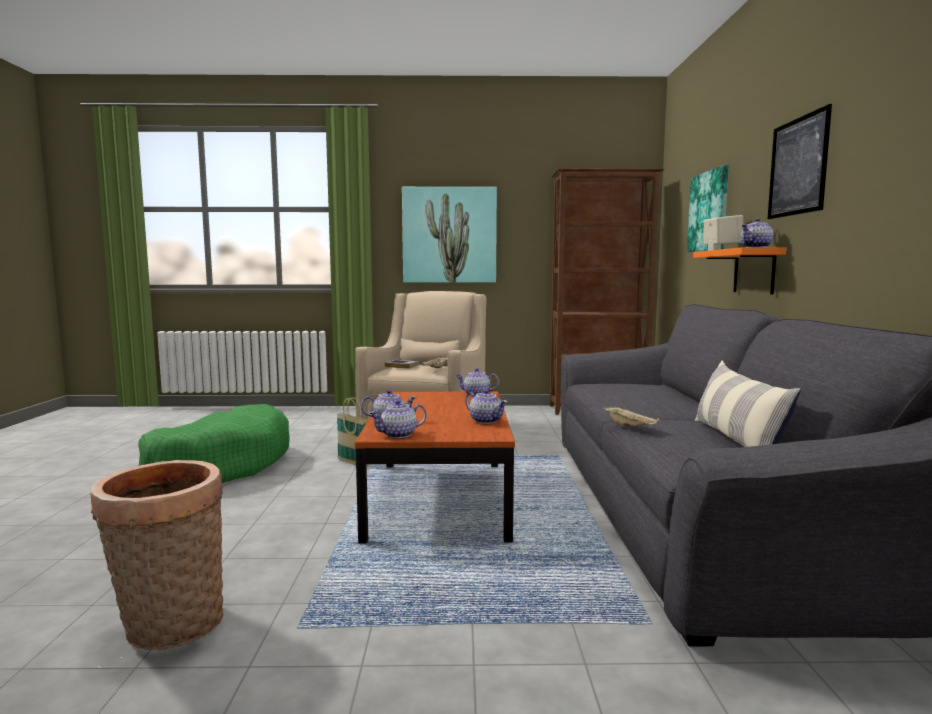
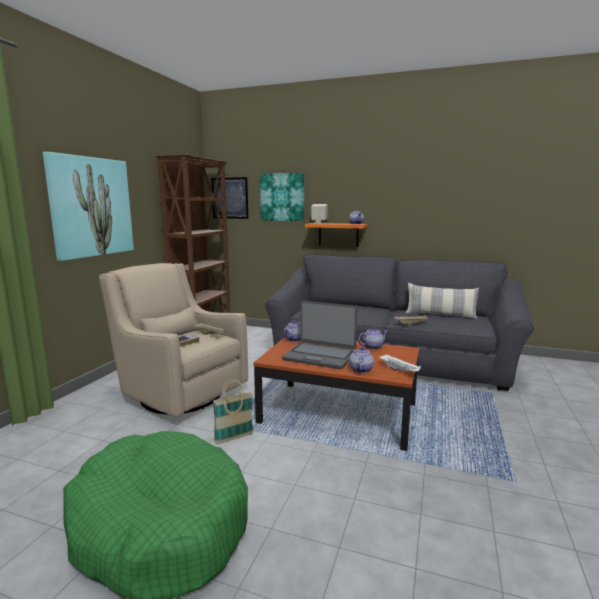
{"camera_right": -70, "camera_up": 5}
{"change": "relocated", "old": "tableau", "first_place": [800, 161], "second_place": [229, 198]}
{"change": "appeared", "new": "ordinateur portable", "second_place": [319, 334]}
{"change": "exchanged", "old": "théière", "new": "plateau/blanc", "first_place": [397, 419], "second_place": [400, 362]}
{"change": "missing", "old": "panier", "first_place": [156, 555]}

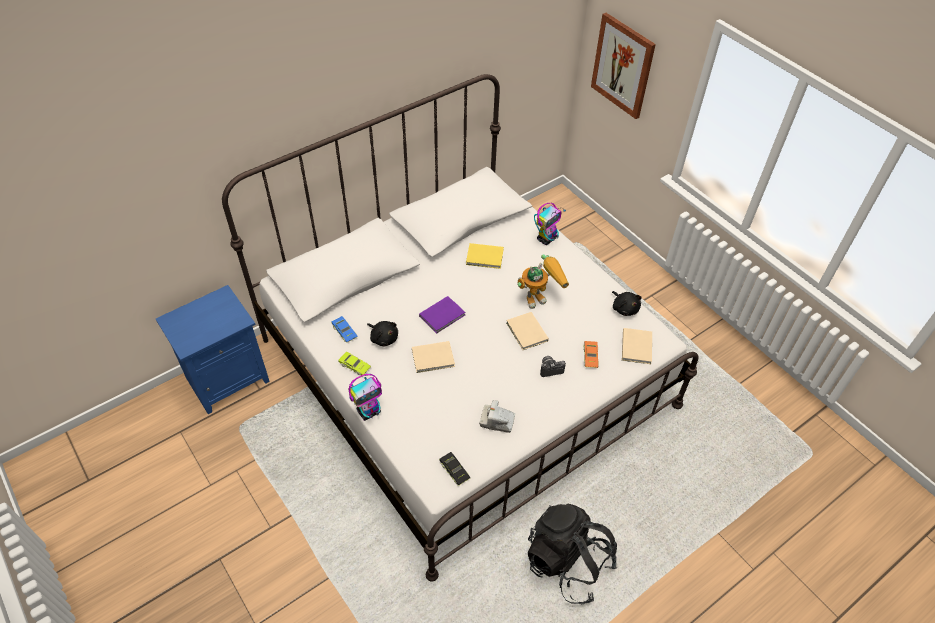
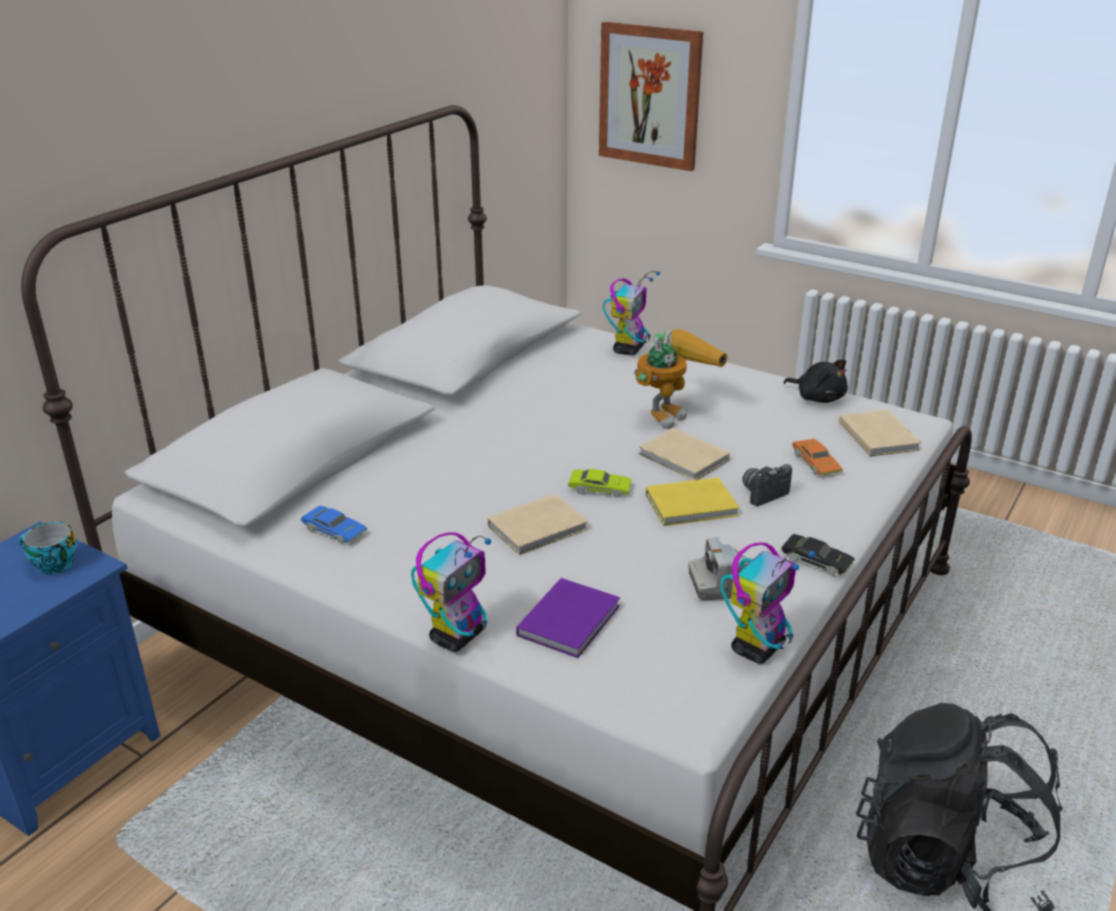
{"camera_right": -20, "camera_up": -20}
{"change": "appeared", "new": "tasse", "second_place": [48, 548]}
{"change": "relocated", "old": "livre/violet", "first_place": [442, 314], "second_place": [568, 618]}
{"change": "relocated", "old": "petite voiture/vert", "first_place": [354, 363], "second_place": [600, 483]}
{"change": "relocated", "old": "livre/jaune", "first_place": [485, 256], "second_place": [692, 501]}
{"change": "appeared", "new": "robot jouet", "second_place": [767, 603]}
{"change": "relocated", "old": "petite voiture/noir", "first_place": [454, 469], "second_place": [818, 555]}
{"change": "missing", "old": "peluche/noir", "first_place": [382, 334]}

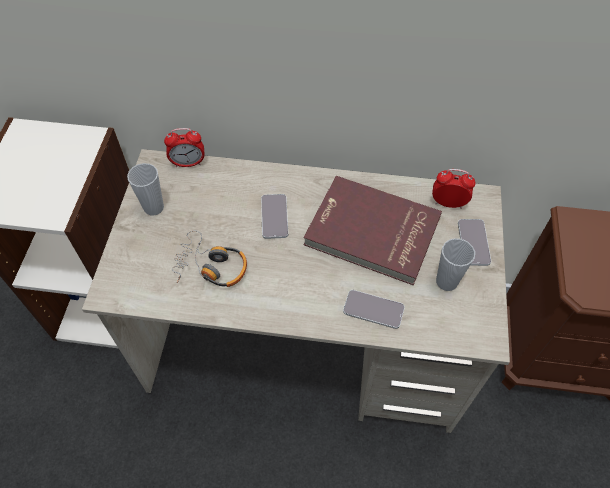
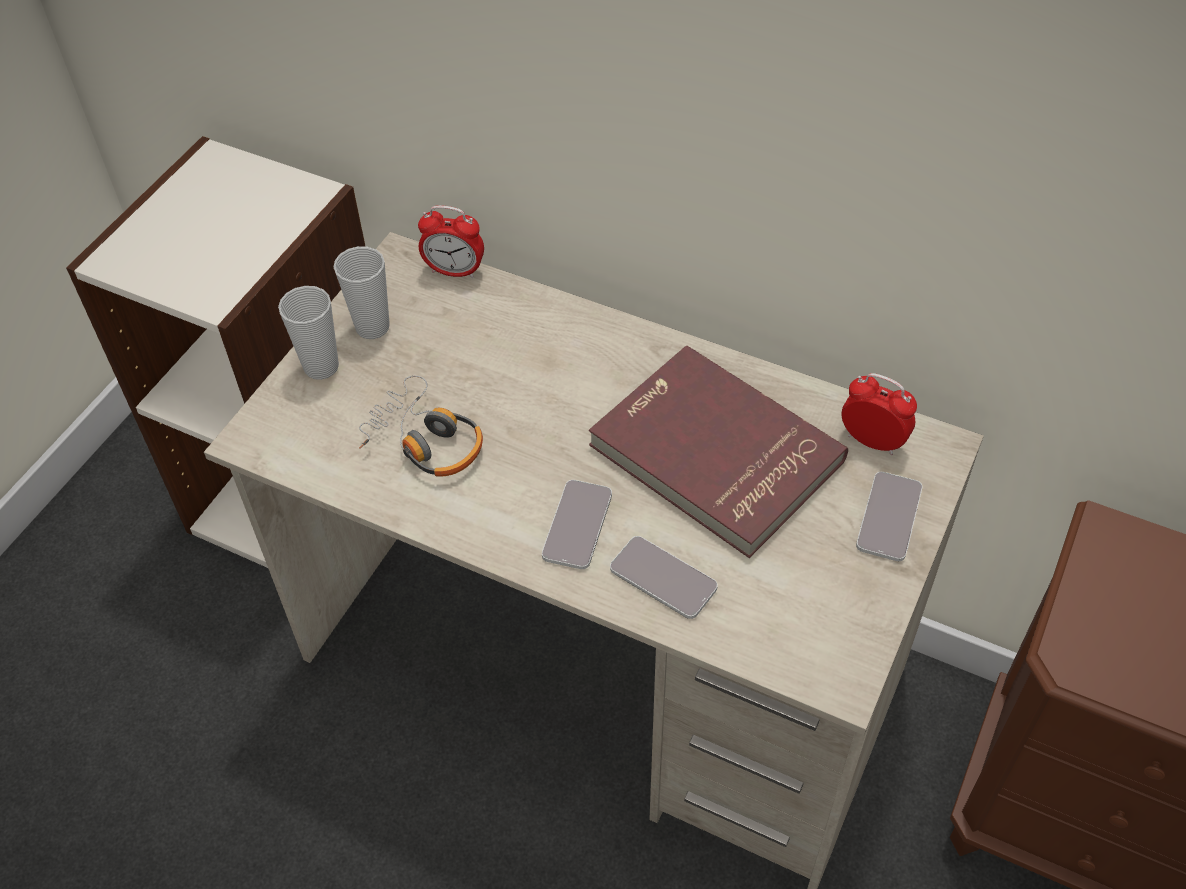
{"camera_right": 20, "camera_up": -5}
{"change": "relocated", "old": "tasse", "first_place": [455, 264], "second_place": [308, 333]}
{"change": "relocated", "old": "téléphone", "first_place": [274, 216], "second_place": [577, 524]}

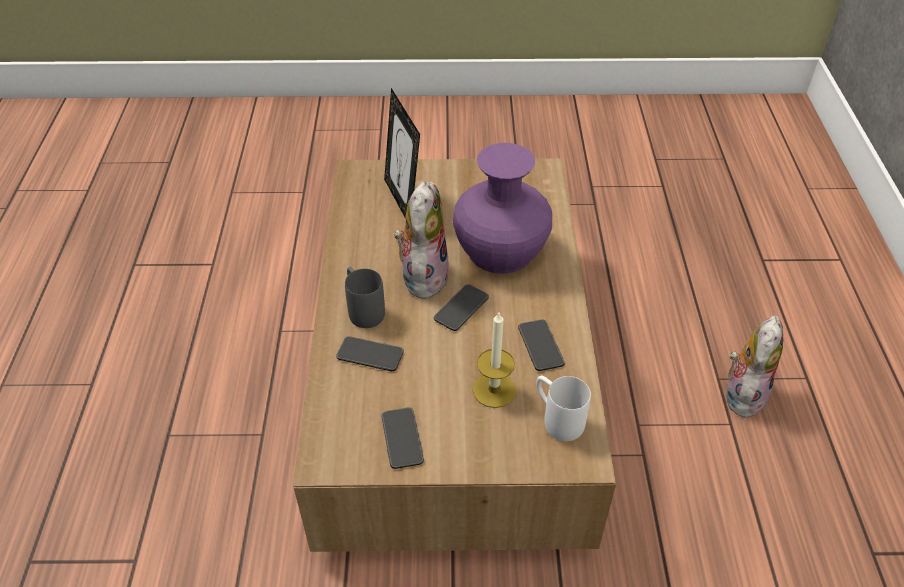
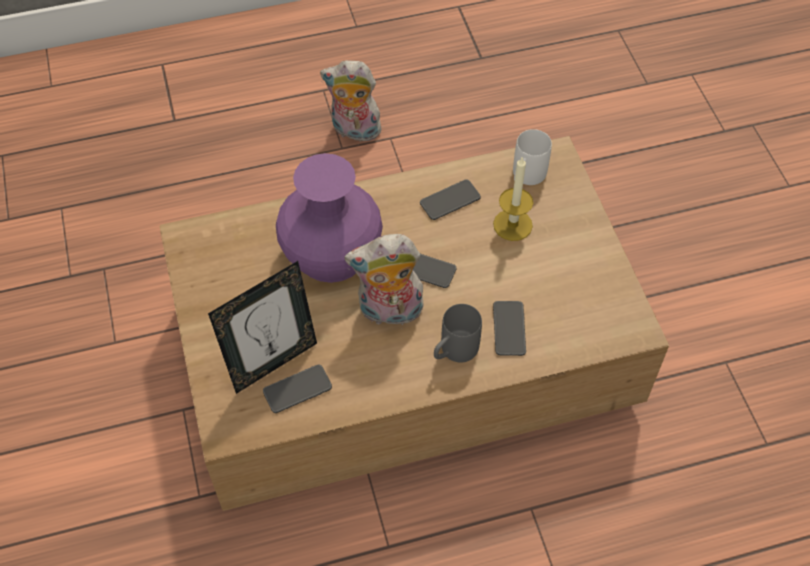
{"camera_right": -105, "camera_up": 10}
{"change": "relocated", "old": "téléphone", "first_place": [402, 438], "second_place": [297, 389]}

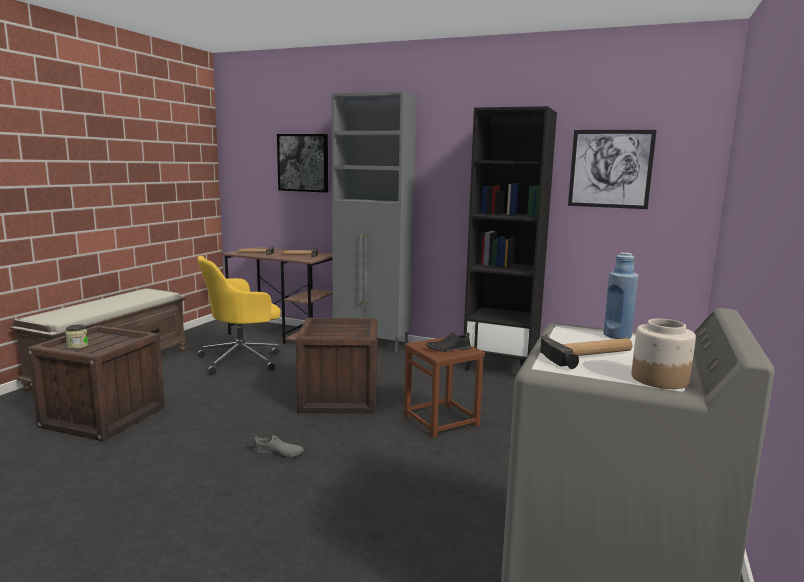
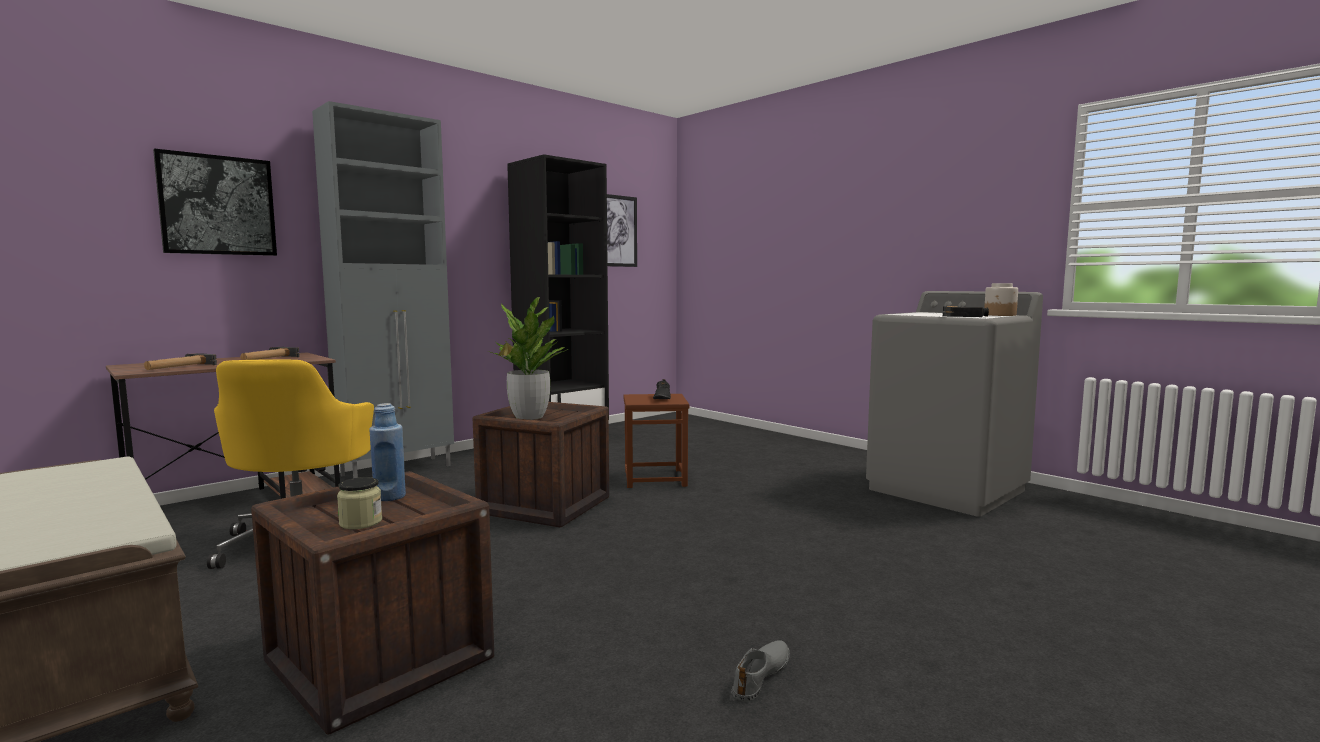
{"camera_right": -65, "camera_up": -5}
{"change": "relocated", "old": "bouteille/bleu", "first_place": [621, 295], "second_place": [387, 452]}
{"change": "appeared", "new": "plante en pot", "second_place": [528, 358]}
{"change": "relocated", "old": "chaussure/gris", "first_place": [278, 446], "second_place": [760, 671]}

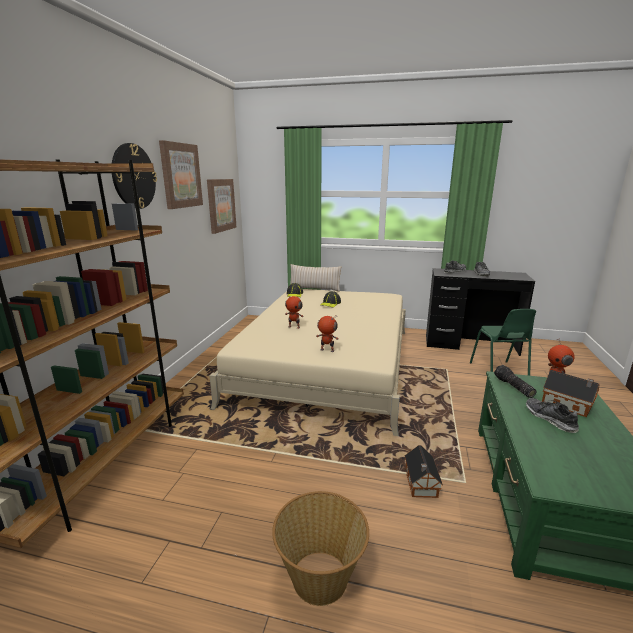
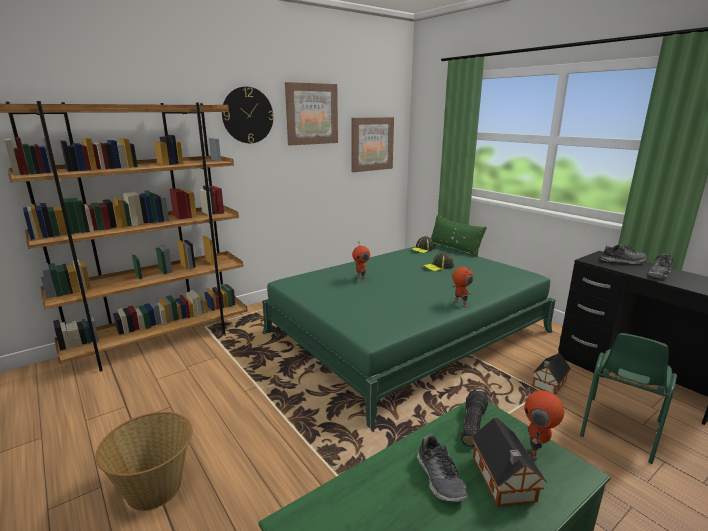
{"camera_right": 40, "camera_up": 0}
{"change": "colour", "old": "lit/beige", "new": "lit/vert", "first_place": [308, 362], "second_place": [408, 335]}
{"change": "spun", "old": "chaussure", "first_place": [552, 415], "second_place": [442, 468], "degrees": 150}
{"change": "colour", "old": "coussin/beige", "new": "coussin/vert", "first_place": [315, 278], "second_place": [459, 236]}
{"change": "relocated", "old": "robot jouet", "first_place": [327, 333], "second_place": [462, 287]}
{"change": "relocated", "old": "maison miniature", "first_place": [424, 471], "second_place": [551, 374]}

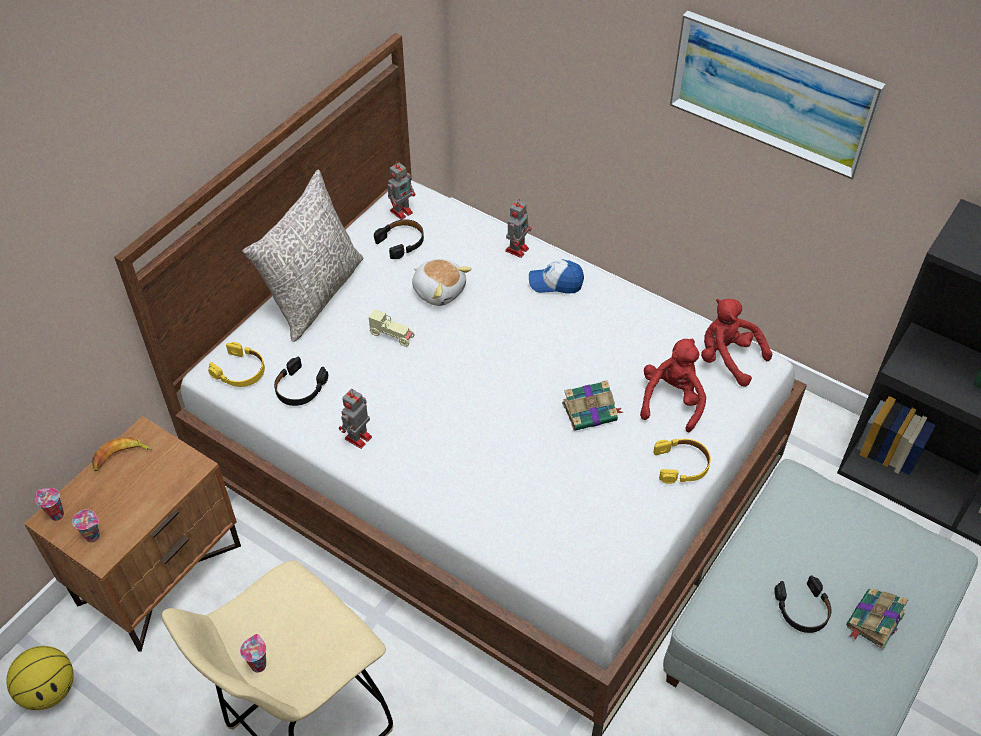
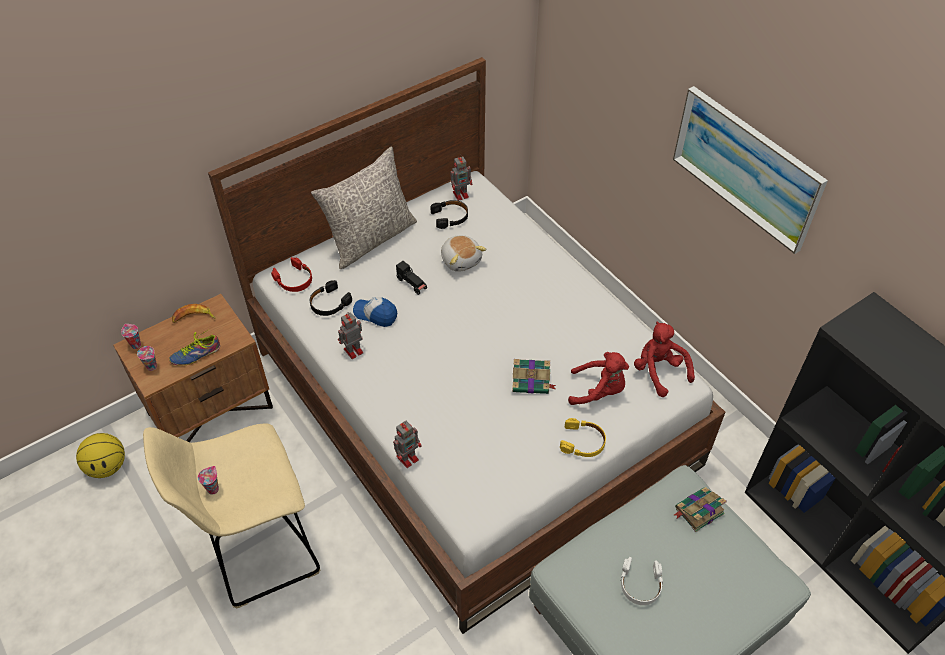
{"camera_right": 20, "camera_up": 0}
{"change": "appeared", "new": "chaussure", "second_place": [194, 348]}
{"change": "colour", "old": "casque audio/jaune", "new": "casque audio/rouge", "first_place": [236, 364], "second_place": [291, 274]}
{"change": "relocated", "old": "casquette", "first_place": [556, 277], "second_place": [375, 312]}
{"change": "relocated", "old": "robot jouet", "first_place": [518, 228], "second_place": [407, 444]}
{"change": "colour", "old": "petite voiture/beige", "new": "petite voiture/noir", "first_place": [392, 328], "second_place": [411, 278]}
{"change": "spun", "old": "peluche/rouge", "first_place": [673, 385], "second_place": [598, 378], "degrees": 60}
{"change": "colour", "old": "casque audio/noir", "new": "casque audio/blanc", "first_place": [803, 604], "second_place": [642, 581]}
{"change": "relocated", "old": "livre", "first_place": [877, 619], "second_place": [700, 509]}

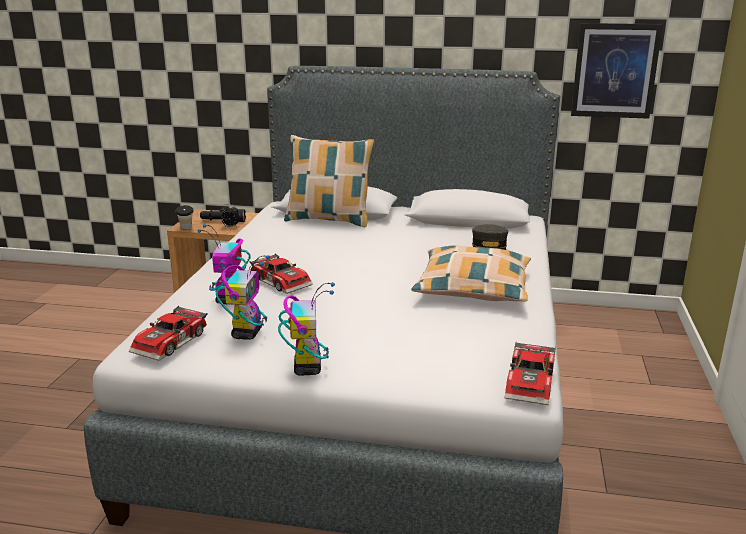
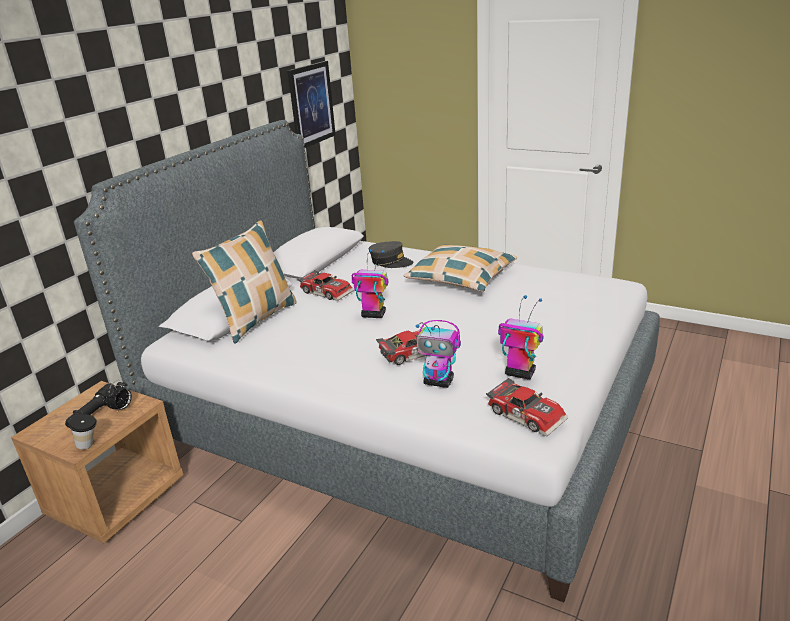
{"camera_right": -70, "camera_up": 5}
{"change": "relocated", "old": "petite voiture", "first_place": [530, 373], "second_place": [326, 285]}
{"change": "relocated", "old": "robot jouet", "first_place": [306, 329], "second_place": [370, 283]}

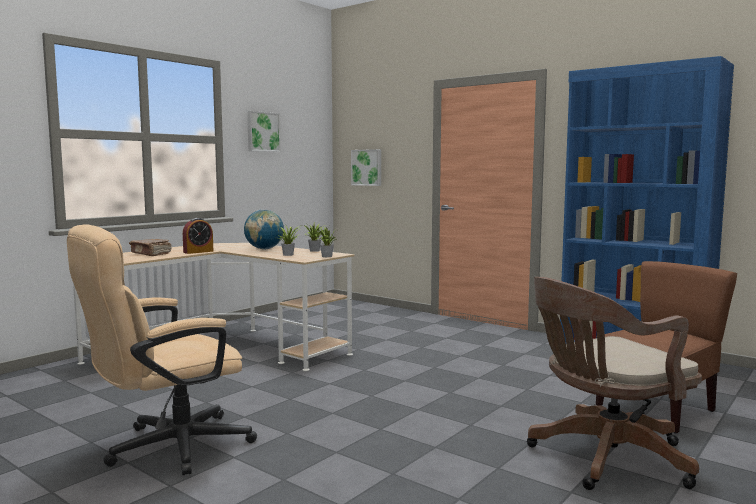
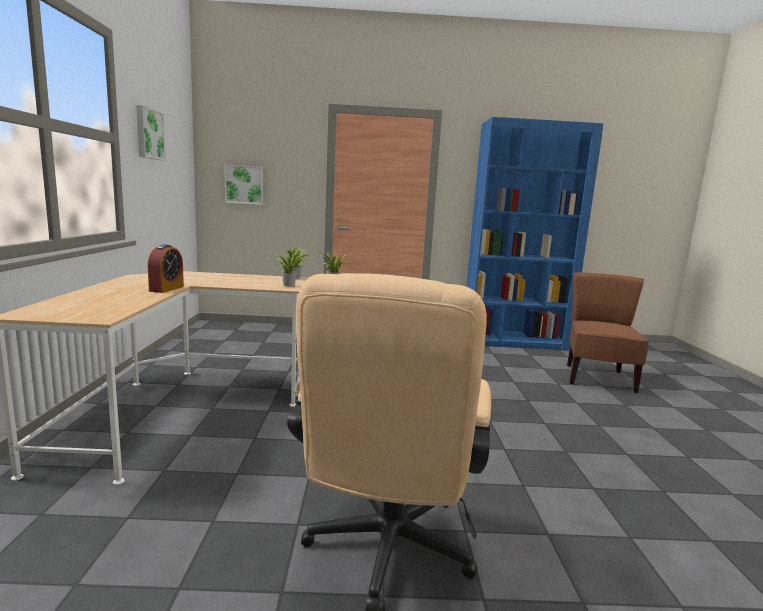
{"camera_right": -40, "camera_up": 5}
{"change": "missing", "old": "livre/marron", "first_place": [150, 247]}
{"change": "missing", "old": "globe", "first_place": [264, 229]}
{"change": "missing", "old": "chaise de bureau/marron", "first_place": [614, 383]}

